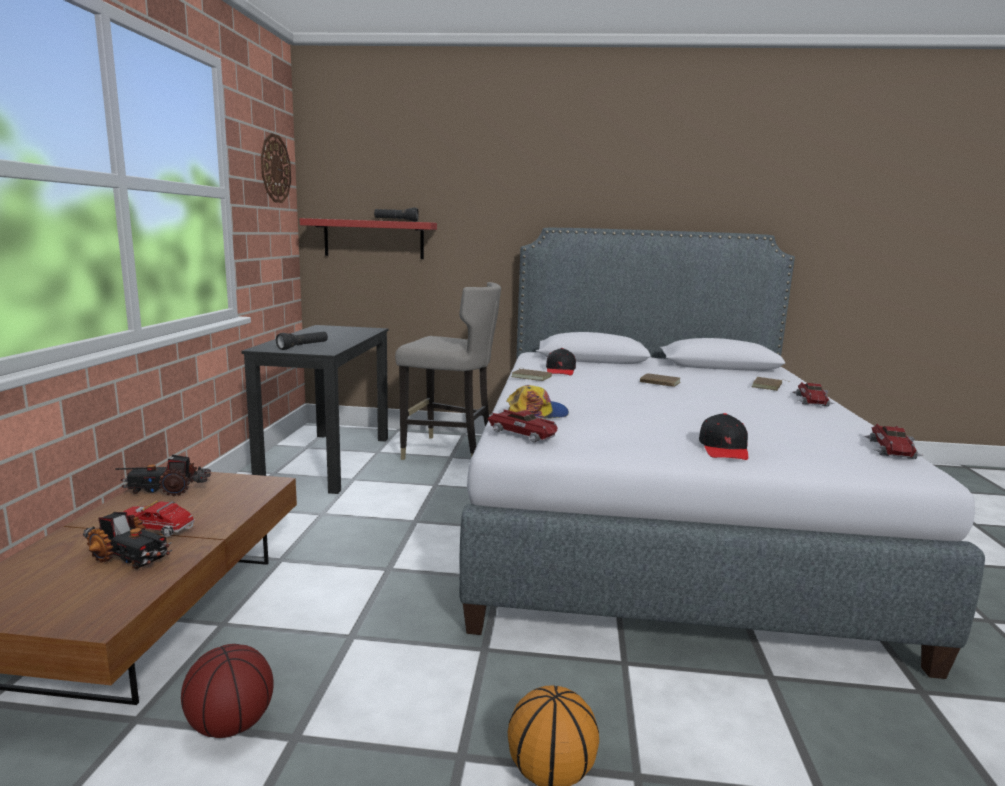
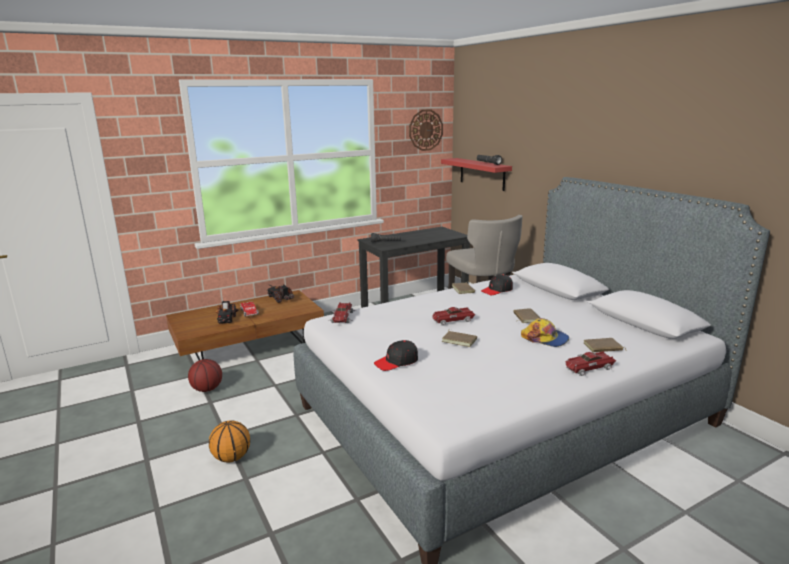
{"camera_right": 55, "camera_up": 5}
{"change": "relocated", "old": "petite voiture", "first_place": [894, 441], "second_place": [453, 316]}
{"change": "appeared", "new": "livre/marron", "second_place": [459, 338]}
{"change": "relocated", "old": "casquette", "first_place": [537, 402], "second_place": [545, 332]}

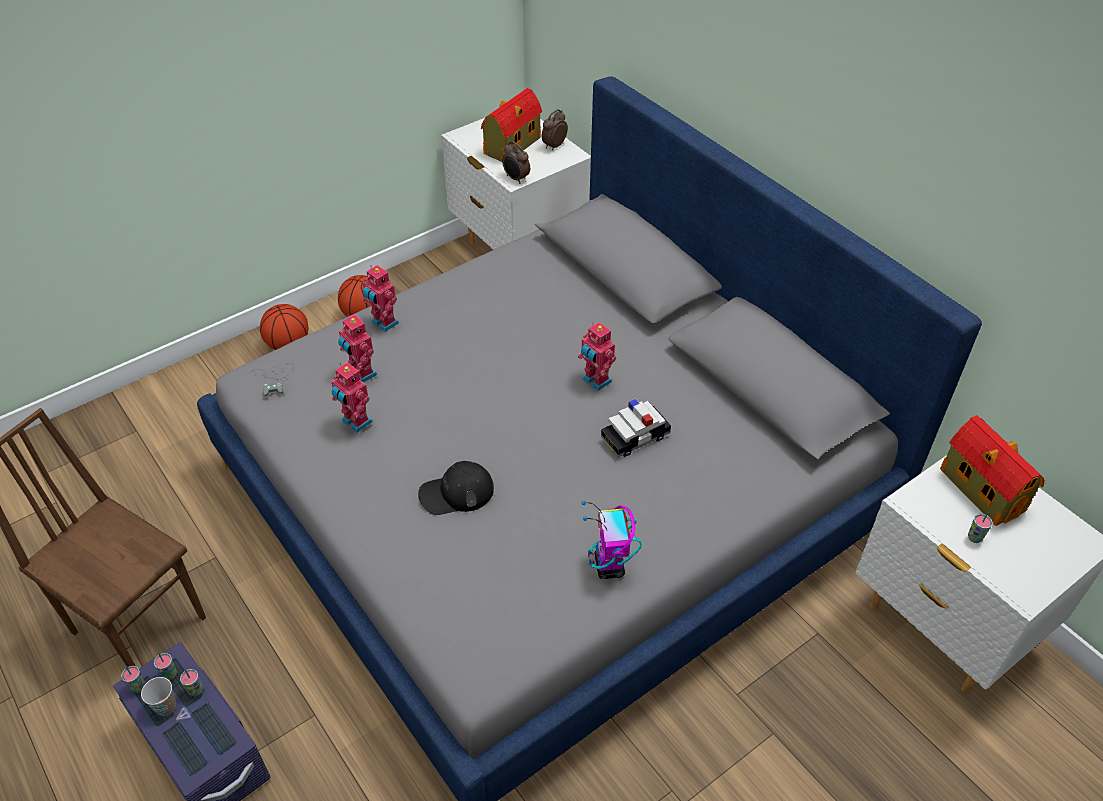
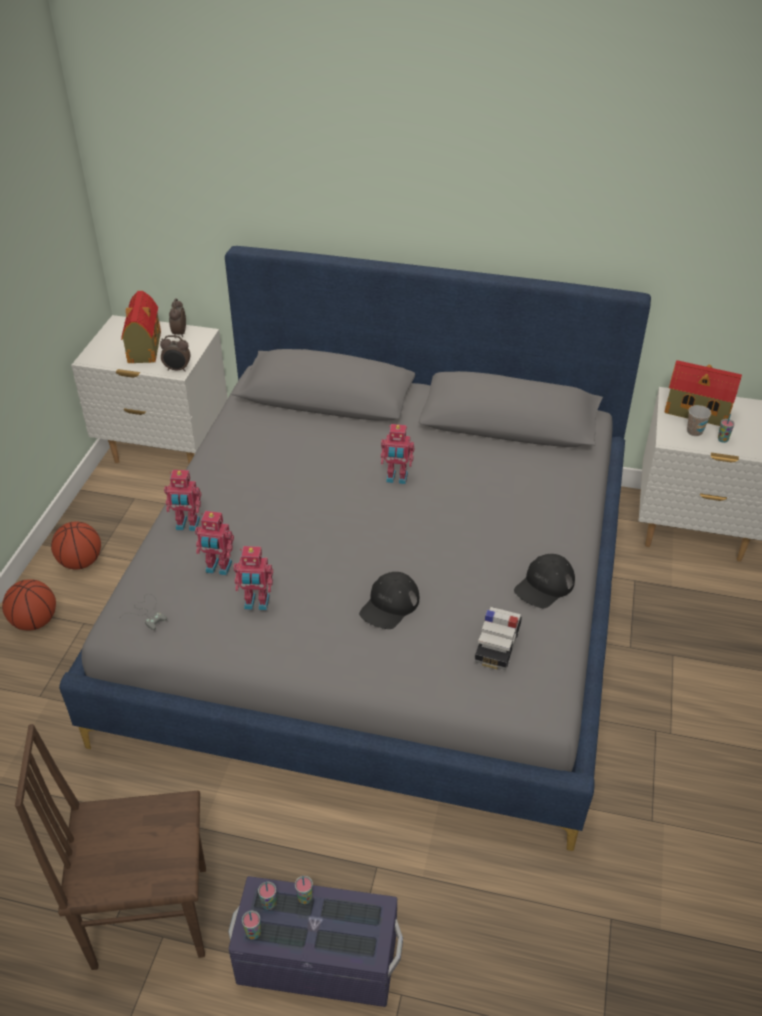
{"camera_right": -40, "camera_up": -5}
{"change": "relocated", "old": "petite voiture", "first_place": [636, 428], "second_place": [498, 638]}
{"change": "exchanged", "old": "robot jouet", "new": "casquette/noir", "first_place": [612, 540], "second_place": [544, 581]}
{"change": "relocated", "old": "tasse", "first_place": [158, 696], "second_place": [699, 420]}

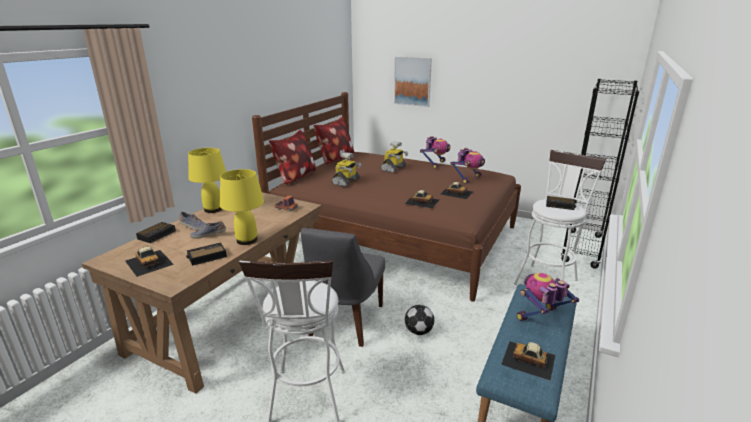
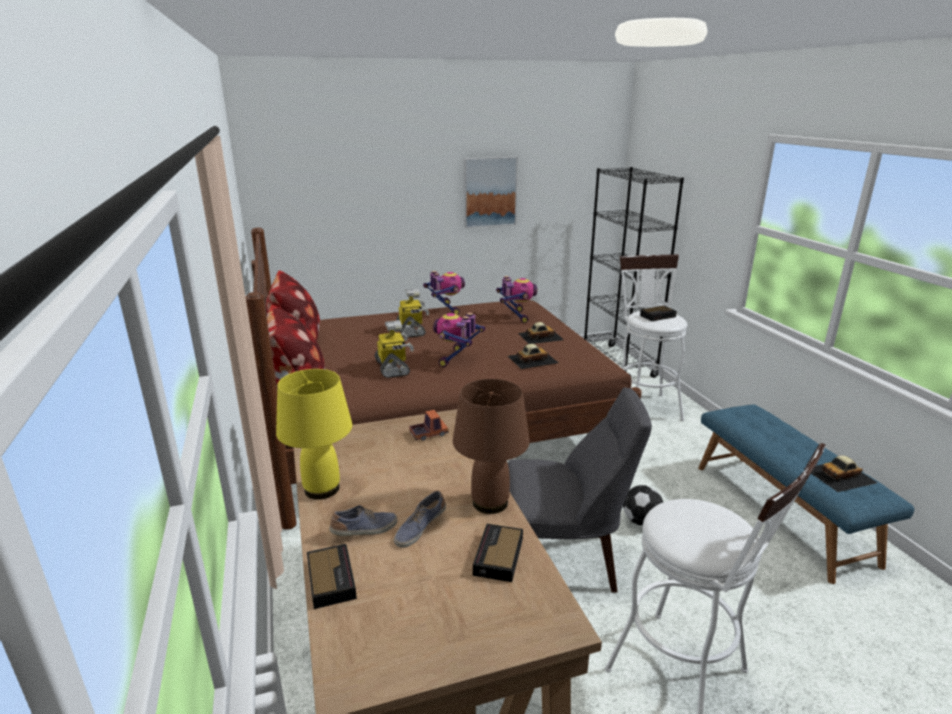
{"camera_right": -45, "camera_up": 0}
{"change": "relocated", "old": "robot jouet", "first_place": [548, 297], "second_place": [459, 340]}
{"change": "colour", "old": "lampe de table/jaune", "new": "lampe de table/marron", "first_place": [242, 207], "second_place": [491, 446]}
{"change": "relocated", "old": "tableau", "first_place": [413, 82], "second_place": [491, 192]}
{"change": "spun", "old": "chaise/gris", "first_place": [343, 287], "second_place": [580, 489], "degrees": -60}
{"change": "missing", "old": "petite voiture", "first_place": [149, 262]}

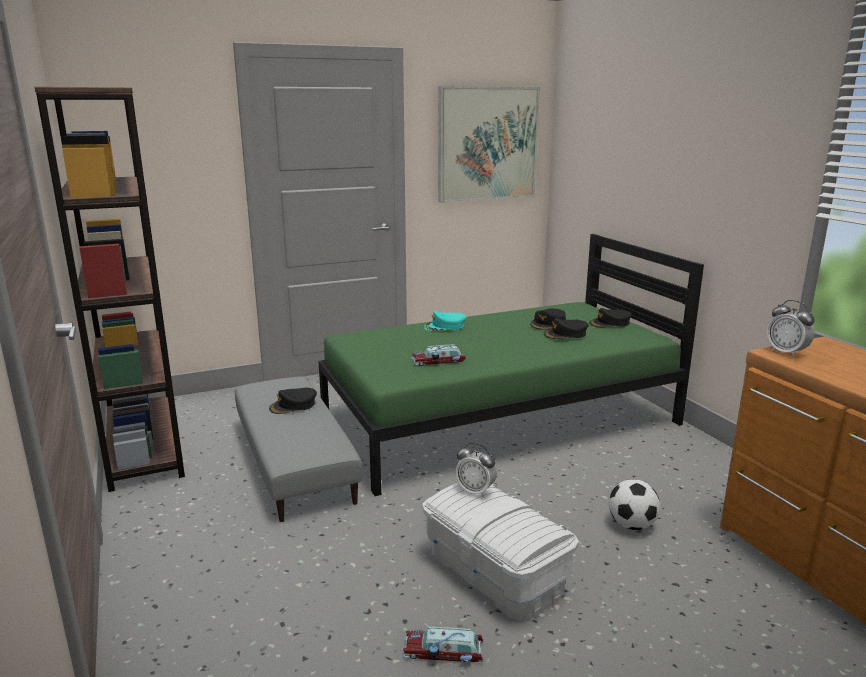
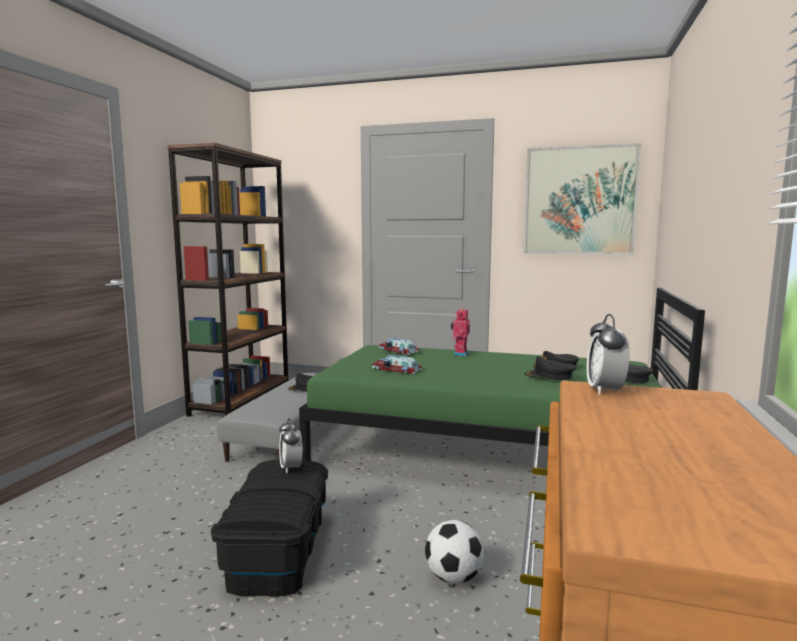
{"camera_right": 40, "camera_up": -10}
{"change": "colour", "old": "boîte de rangement/blanc", "new": "boîte de rangement/noir", "first_place": [500, 552], "second_place": [269, 528]}
{"change": "relocated", "old": "petite voiture", "first_place": [443, 644], "second_place": [399, 346]}
{"change": "exchanged", "old": "casquette/turquoise", "new": "robot jouet", "first_place": [445, 321], "second_place": [460, 332]}

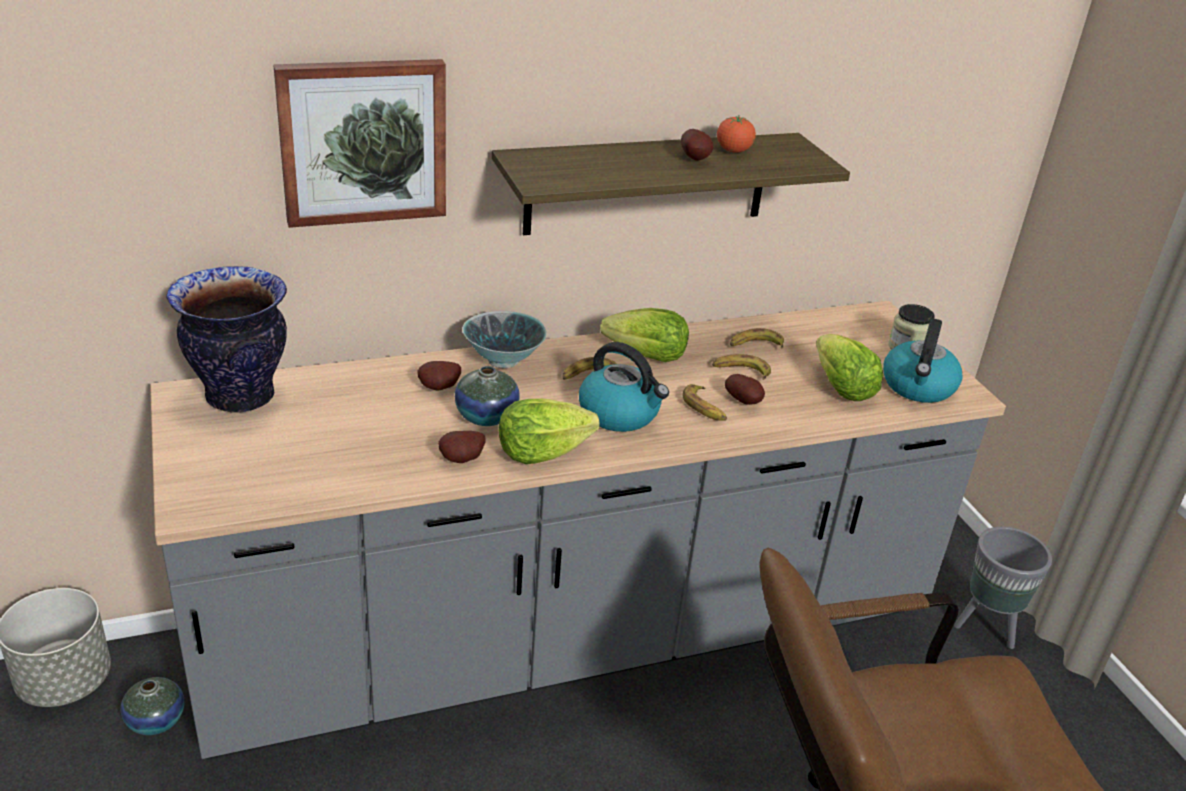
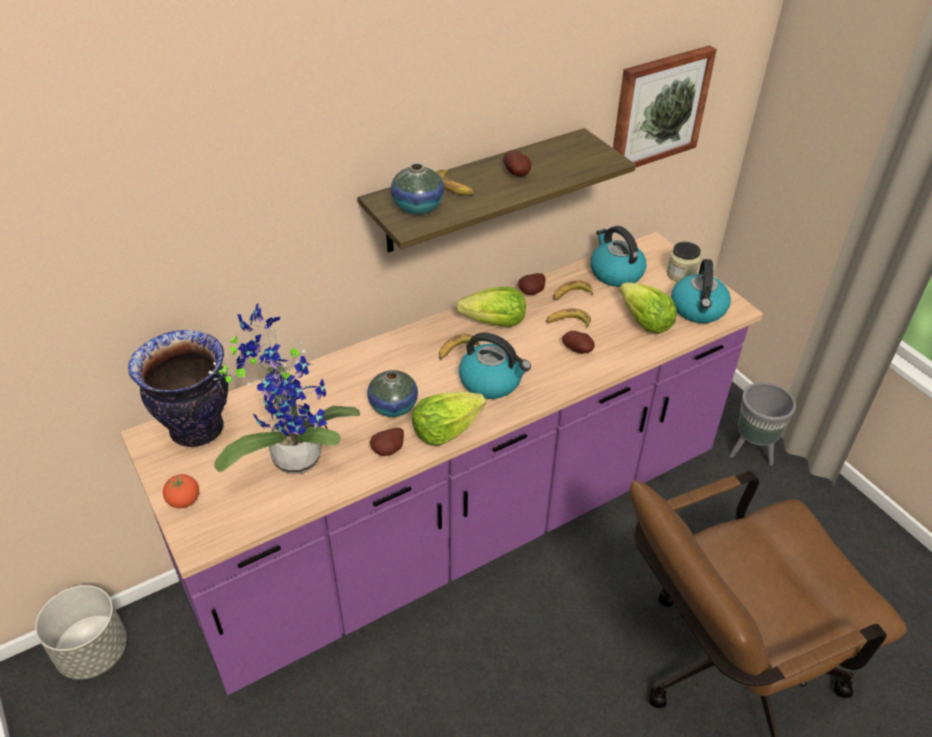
{"camera_right": -10, "camera_up": 10}
{"change": "colour", "old": "comptoir de cuisine/gris", "new": "comptoir de cuisine/violet", "first_place": [578, 530], "second_place": [441, 463]}
{"change": "relocated", "old": "tomate", "first_place": [736, 134], "second_place": [181, 491]}
{"change": "appeared", "new": "plante en pot", "second_place": [284, 388]}
{"change": "relocated", "old": "vase", "first_place": [152, 706], "second_place": [417, 188]}
{"change": "relocated", "old": "banane", "first_place": [705, 402], "second_place": [455, 183]}
{"change": "relocated", "old": "pomme de terre", "first_place": [439, 376], "second_place": [532, 284]}
{"change": "appeared", "new": "bouilloire", "second_place": [618, 256]}
{"change": "relocated", "old": "tableau", "first_place": [359, 143], "second_place": [665, 106]}
{"change": "missing", "old": "bol", "first_place": [504, 339]}

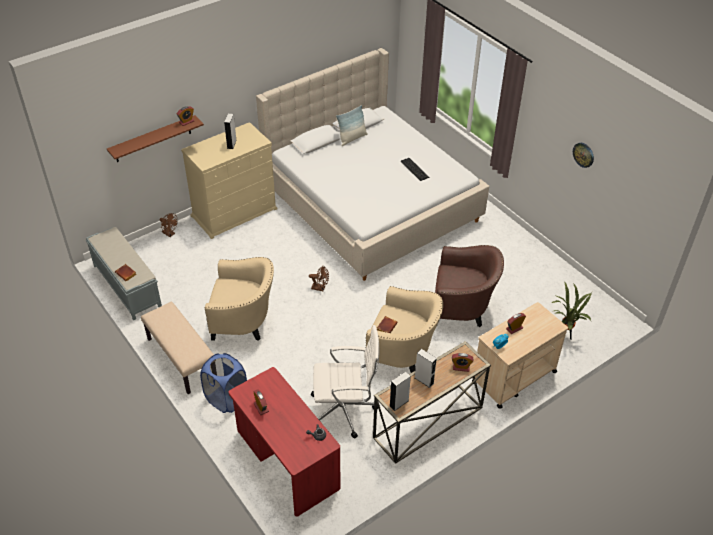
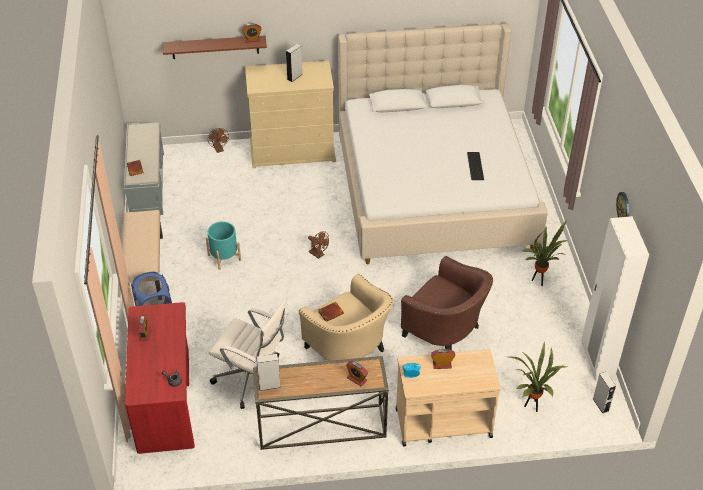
{"camera_right": 30, "camera_up": 0}
{"change": "exchanged", "old": "fauteuil/beige", "new": "cache-pot/turquoise", "first_place": [239, 299], "second_place": [223, 245]}
{"change": "appeared", "new": "plante en pot", "second_place": [545, 253]}
{"change": "appeared", "new": "armoire/blanc", "second_place": [615, 298]}
{"change": "relocated", "old": "enceinte/gris", "first_place": [426, 368], "second_place": [604, 393]}
{"change": "missing", "old": "coussin", "first_place": [352, 125]}

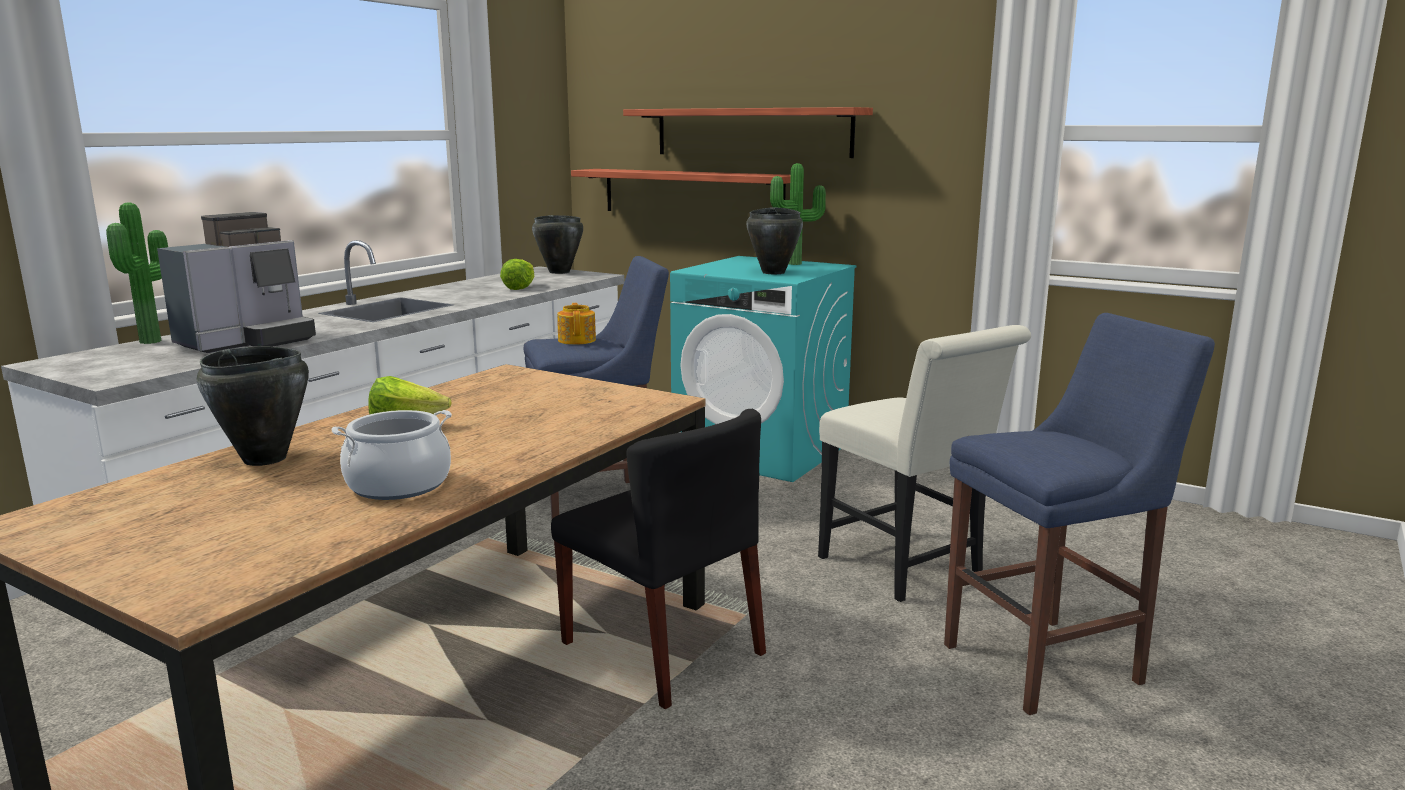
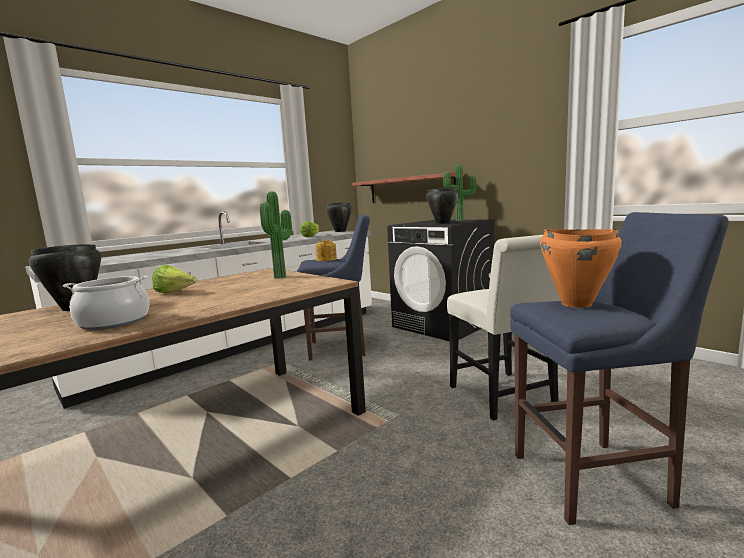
{"camera_right": 15, "camera_up": -5}
{"change": "relocated", "old": "plante en pot", "first_place": [137, 273], "second_place": [276, 235]}
{"change": "colour", "old": "lave-linge/turquoise", "new": "lave-linge/noir", "first_place": [763, 369], "second_place": [441, 280]}
{"change": "appeared", "new": "marmite/orange", "second_place": [581, 268]}
{"change": "missing", "old": "machine à café", "first_place": [236, 282]}
{"change": "missing", "old": "chaise/noir", "first_place": [658, 559]}
{"change": "missing", "old": "étagère", "first_place": [748, 132]}

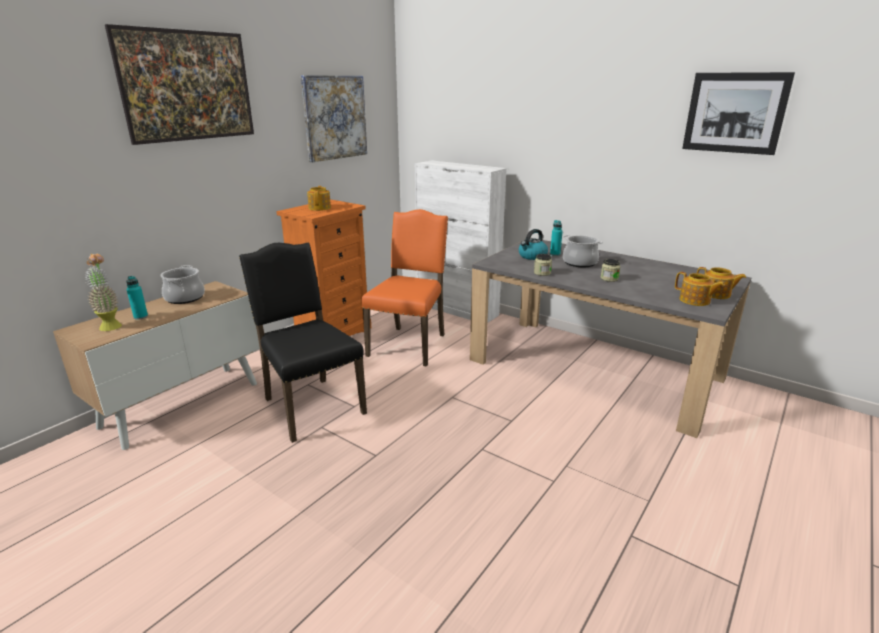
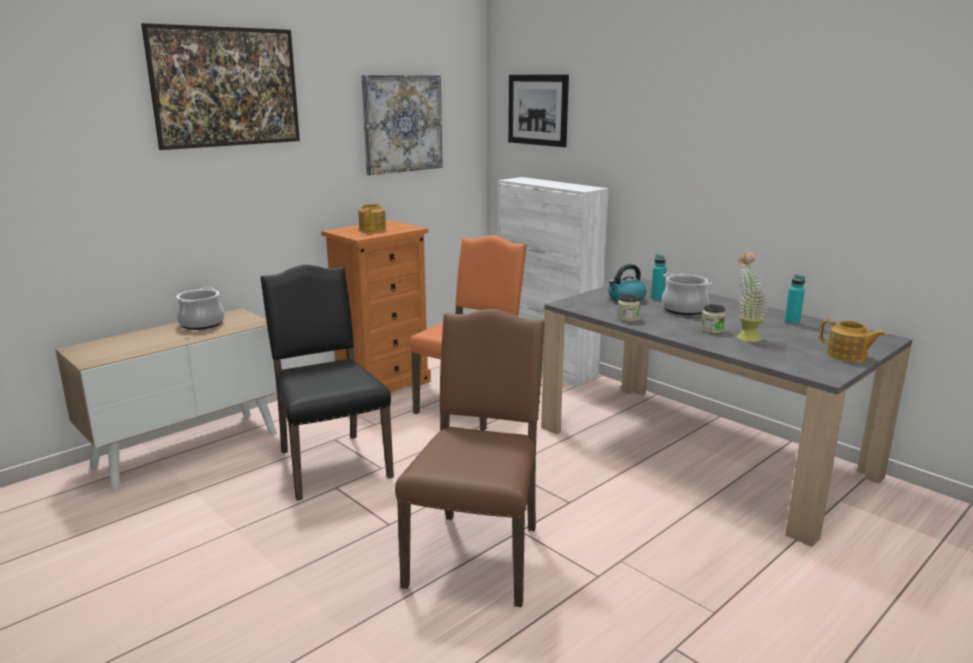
{"camera_right": 10, "camera_up": -5}
{"change": "appeared", "new": "chaise/marron", "second_place": [470, 458]}
{"change": "relocated", "old": "tableau", "first_place": [738, 113], "second_place": [538, 111]}
{"change": "relocated", "old": "plante en pot", "first_place": [103, 292], "second_place": [753, 297]}
{"change": "relocated", "old": "bouteille/turquoise", "first_place": [137, 298], "second_place": [794, 300]}
{"change": "missing", "old": "théière", "first_place": [700, 289]}

